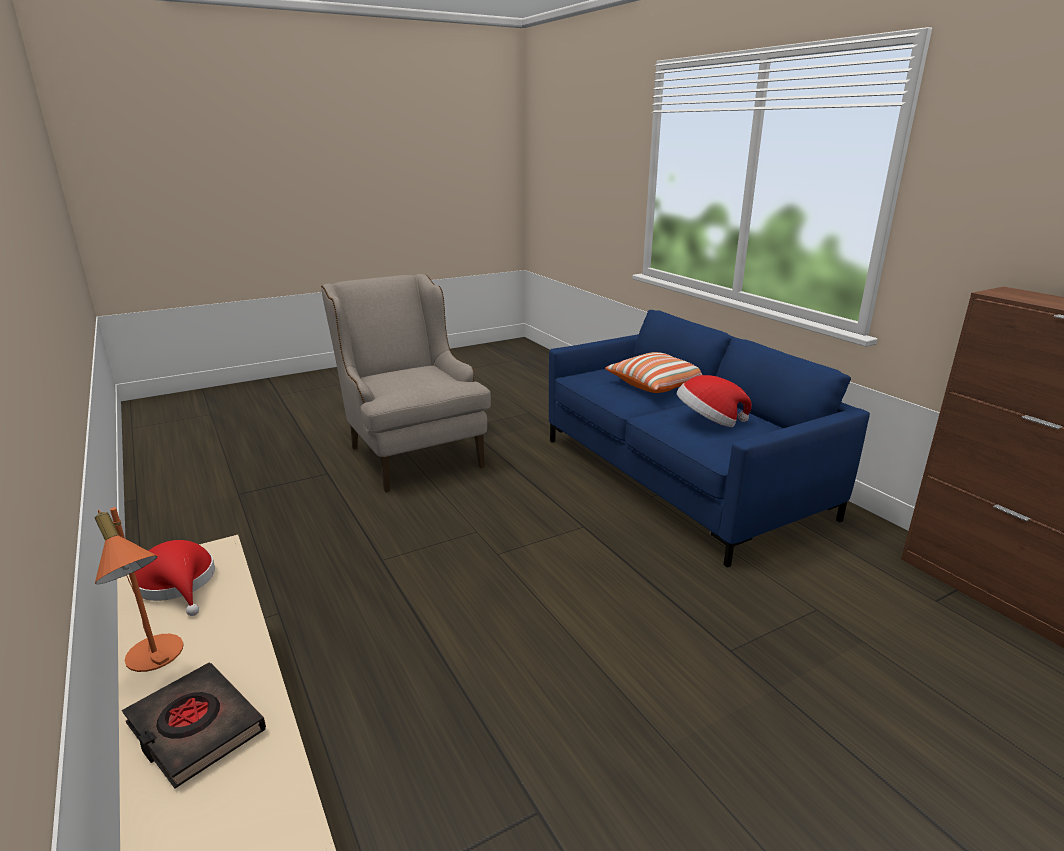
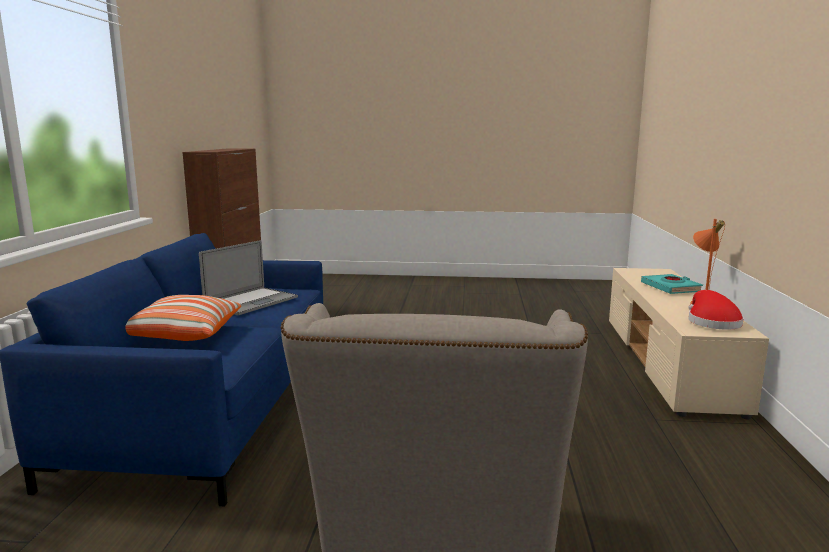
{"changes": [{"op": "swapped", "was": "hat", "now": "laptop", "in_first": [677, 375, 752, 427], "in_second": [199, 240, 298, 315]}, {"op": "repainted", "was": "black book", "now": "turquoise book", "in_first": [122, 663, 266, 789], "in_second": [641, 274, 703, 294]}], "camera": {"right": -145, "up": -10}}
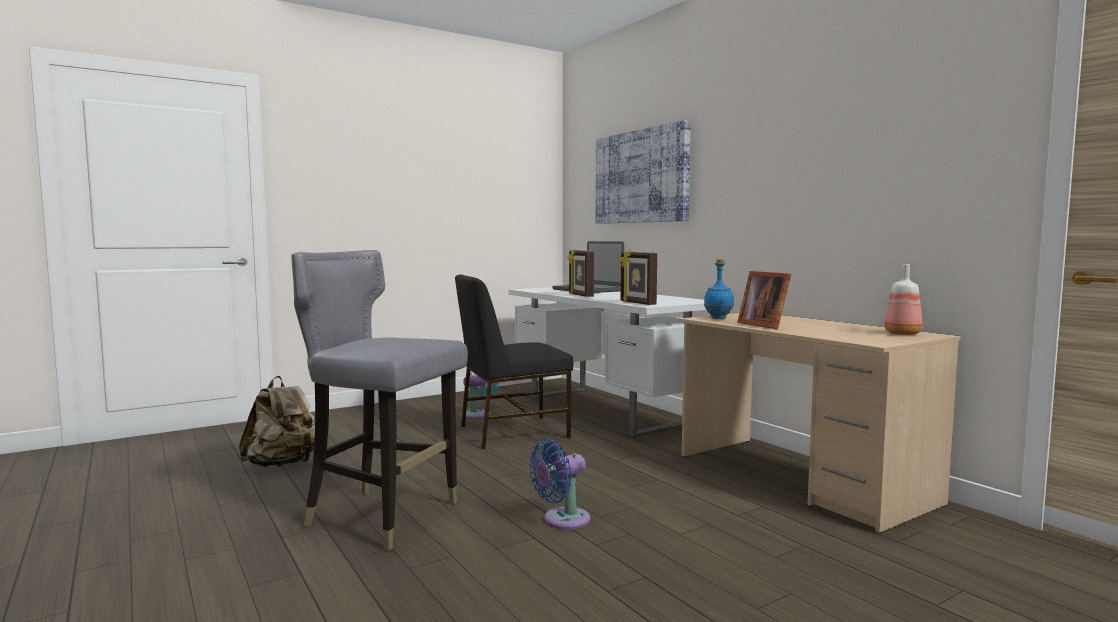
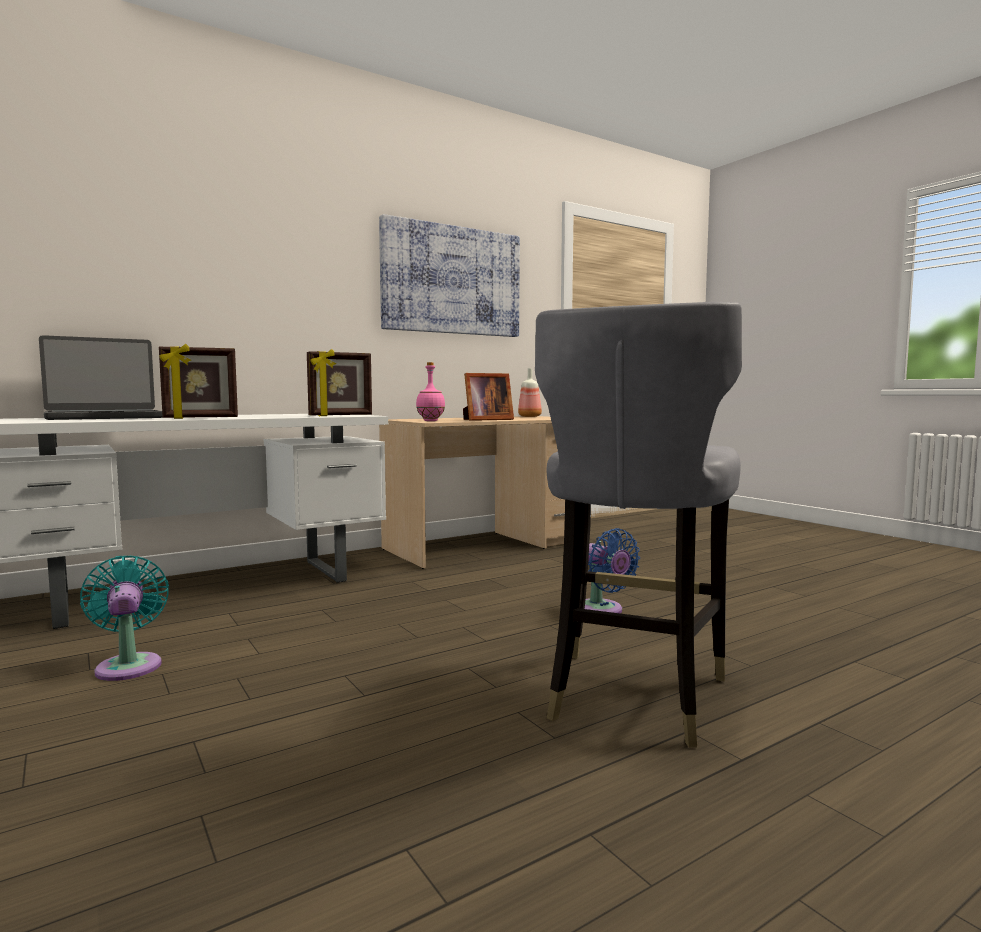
{"changes": [{"op": "gone", "was": "beige backpack", "in_first": [239, 376, 315, 467]}, {"op": "gone", "was": "black chair", "in_first": [455, 275, 573, 449]}, {"op": "shifted", "was": "picture", "in_first": [595, 120, 691, 224], "in_second": [379, 214, 520, 337]}, {"op": "repainted", "was": "blue bottle", "now": "pink bottle", "in_first": [704, 259, 734, 319], "in_second": [416, 362, 445, 421]}], "camera": {"right": -90, "up": 0}}
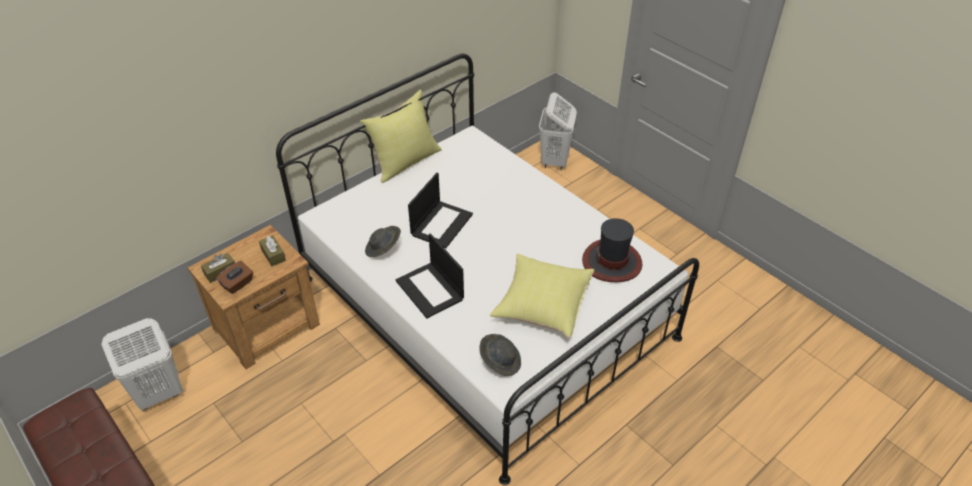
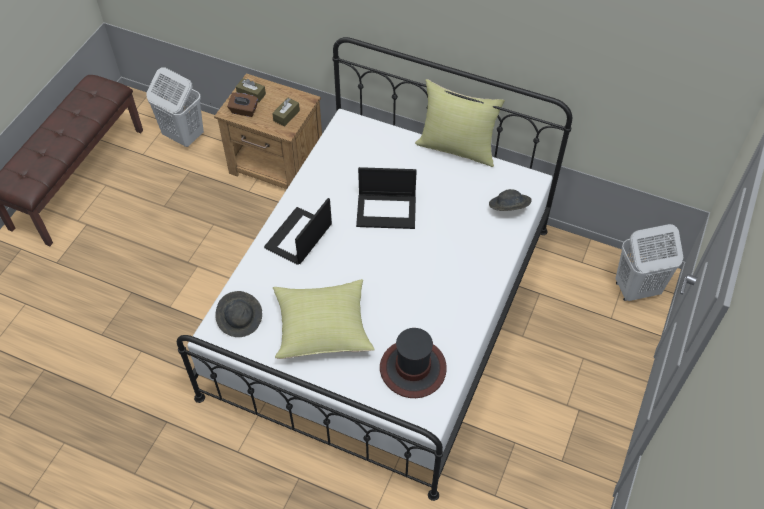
{"changes": [{"op": "shifted", "was": "grey hat", "in_first": [365, 226, 401, 257], "in_second": [489, 189, 532, 211]}], "camera": {"right": 65, "up": 10}}
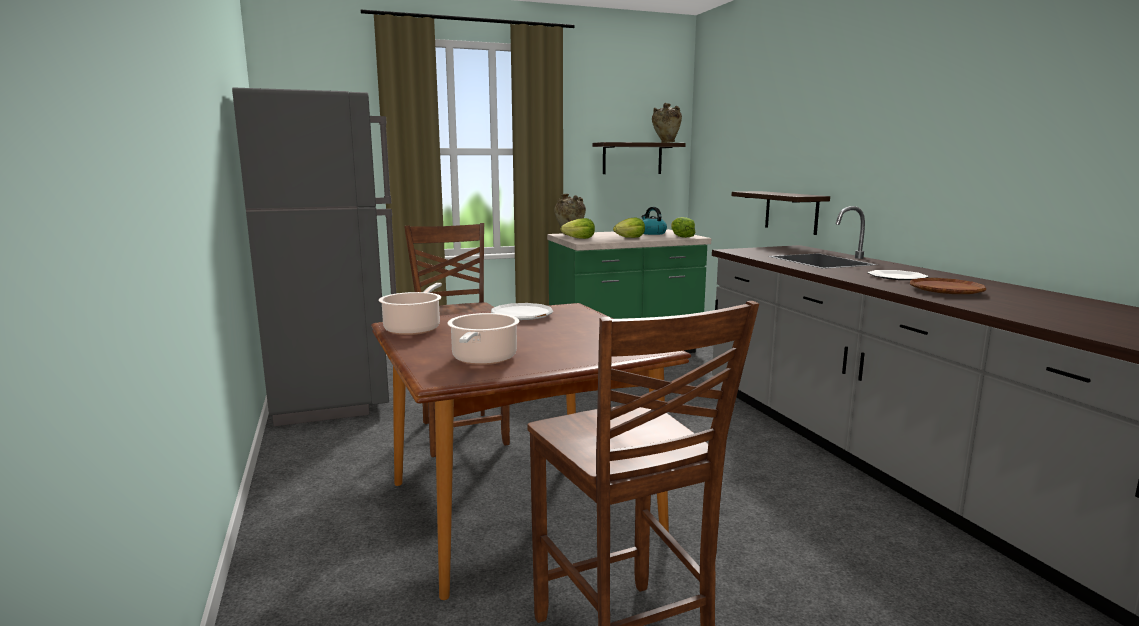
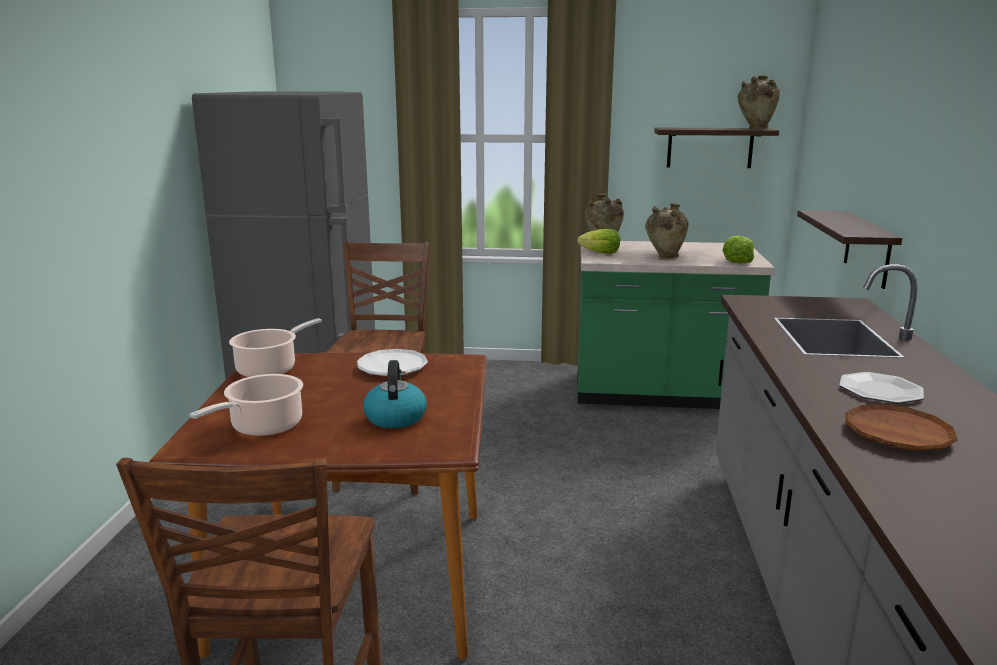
{"changes": [{"op": "shifted", "was": "kettle", "in_first": [641, 207, 667, 235], "in_second": [363, 360, 427, 428]}, {"op": "swapped", "was": "lettuce", "now": "beige vase", "in_first": [613, 218, 645, 238], "in_second": [645, 203, 689, 259]}], "camera": {"right": 25, "up": 5}}
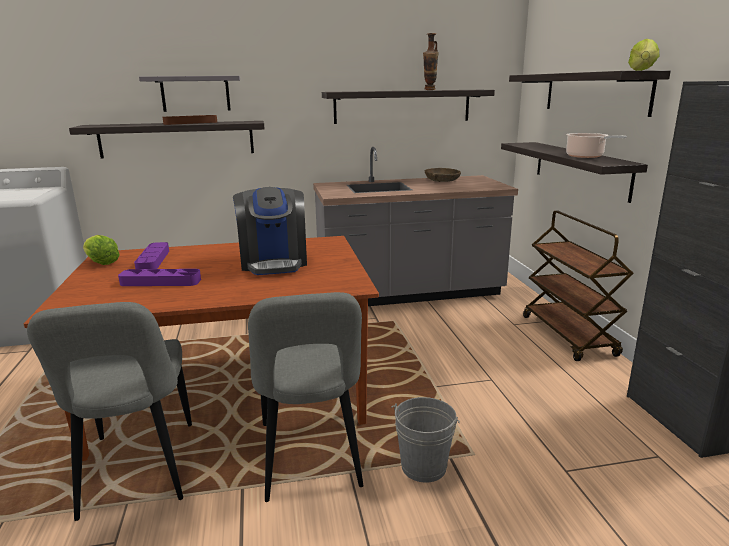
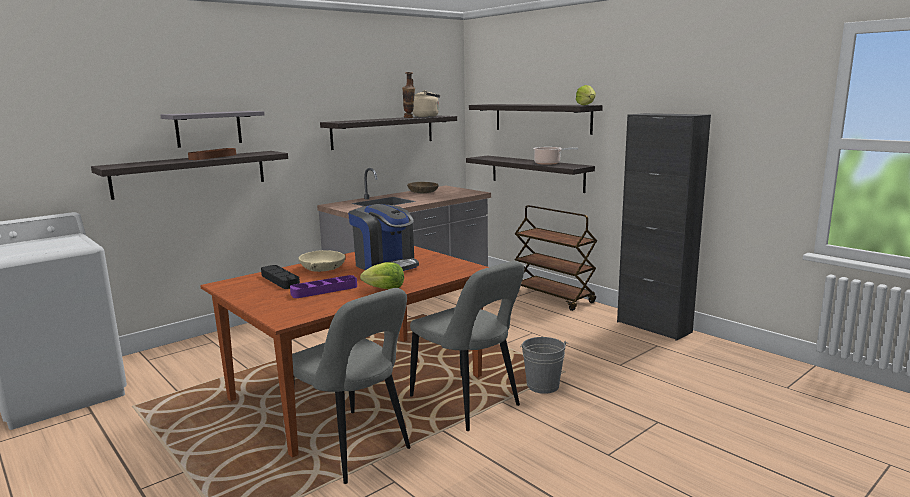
{"changes": [{"op": "new", "now": "beige bowl", "in_second": [298, 250, 345, 272]}, {"op": "new", "now": "beige kettle", "in_second": [412, 90, 440, 117]}, {"op": "shifted", "was": "lettuce", "in_first": [83, 235, 120, 265], "in_second": [360, 262, 404, 289]}, {"op": "repainted", "was": "purple tray", "now": "black tray", "in_first": [134, 242, 169, 269], "in_second": [261, 265, 300, 289]}], "camera": {"right": -30, "up": -5}}
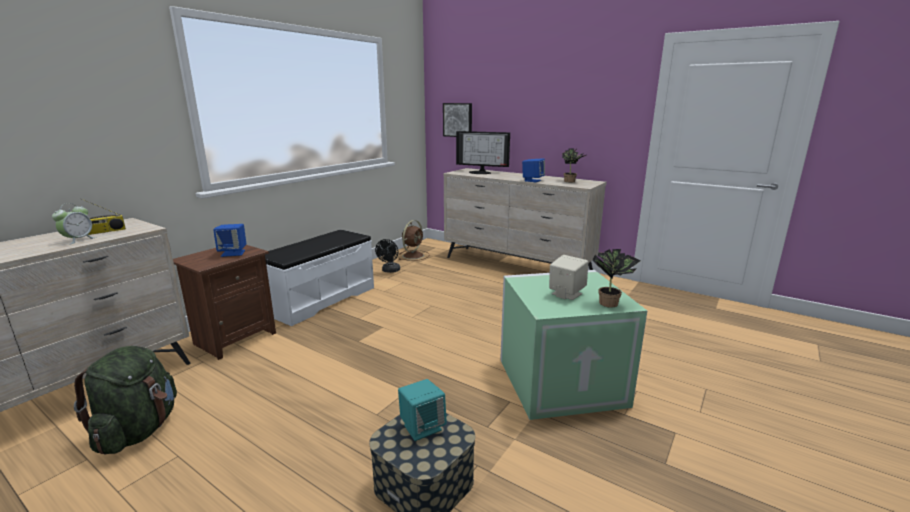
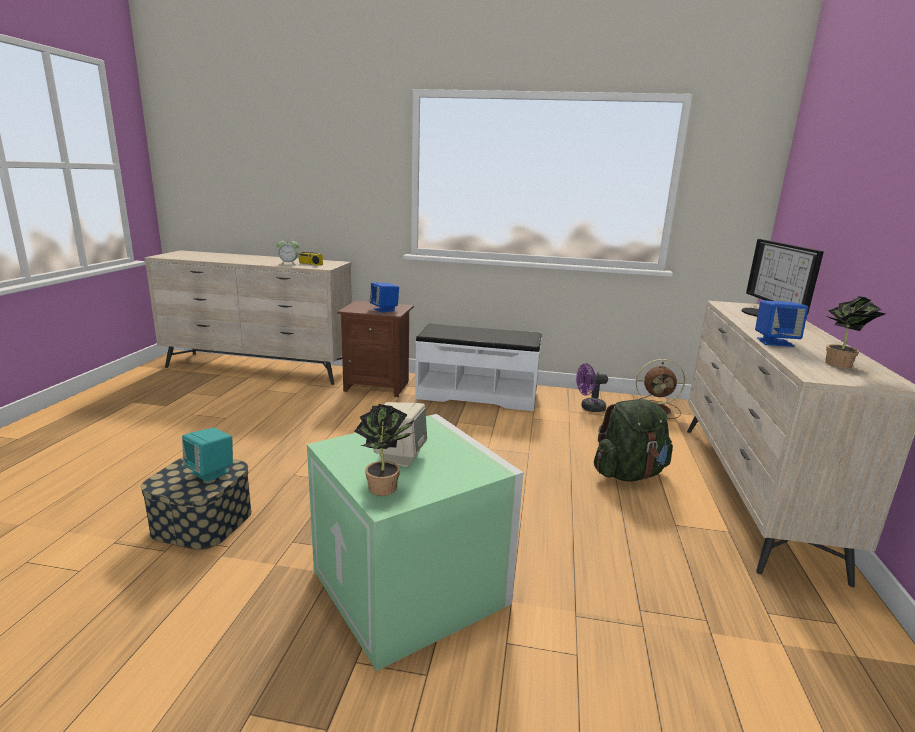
{"changes": [{"op": "gone", "was": "picture", "in_first": [443, 103, 472, 137]}, {"op": "shifted", "was": "green backpack", "in_first": [74, 346, 177, 455], "in_second": [594, 399, 673, 481]}, {"op": "repainted", "was": "black fan", "now": "purple fan", "in_first": [375, 239, 400, 273], "in_second": [576, 363, 608, 412]}], "camera": {"right": 65, "up": 0}}
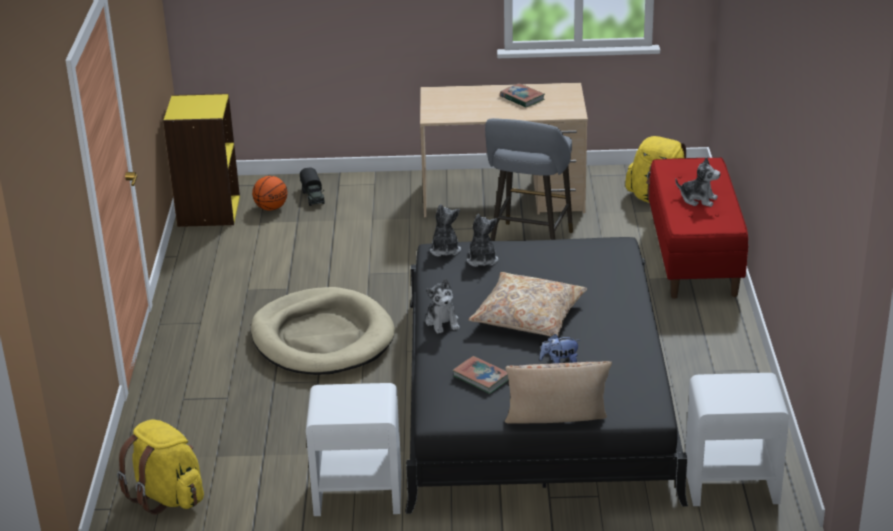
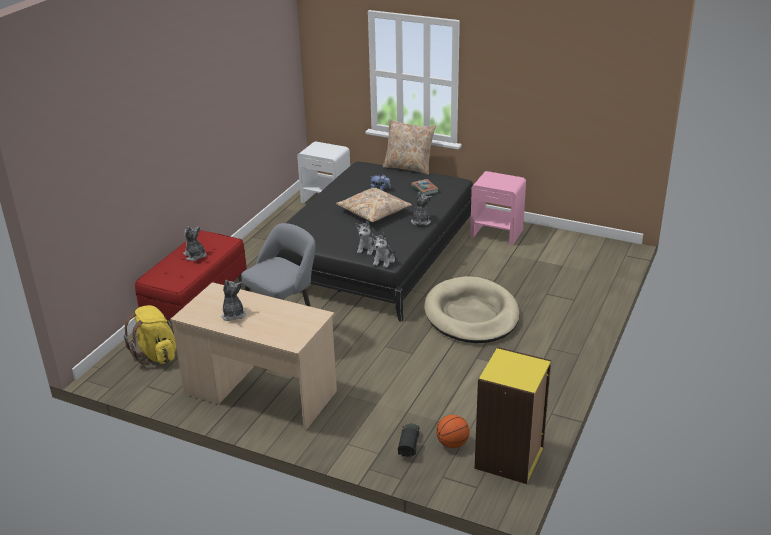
{"changes": [{"op": "gone", "was": "yellow backpack", "in_first": [117, 419, 204, 515]}, {"op": "swapped", "was": "book", "now": "plush toy", "in_first": [500, 83, 545, 107], "in_second": [221, 280, 246, 321]}, {"op": "repainted", "was": "white nightstand", "now": "pink nightstand", "in_first": [306, 383, 402, 516], "in_second": [470, 171, 526, 246]}], "camera": {"right": -155, "up": 0}}
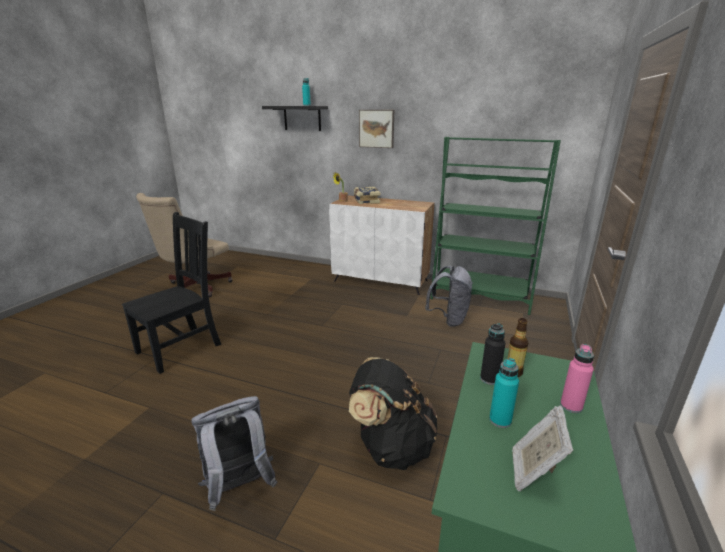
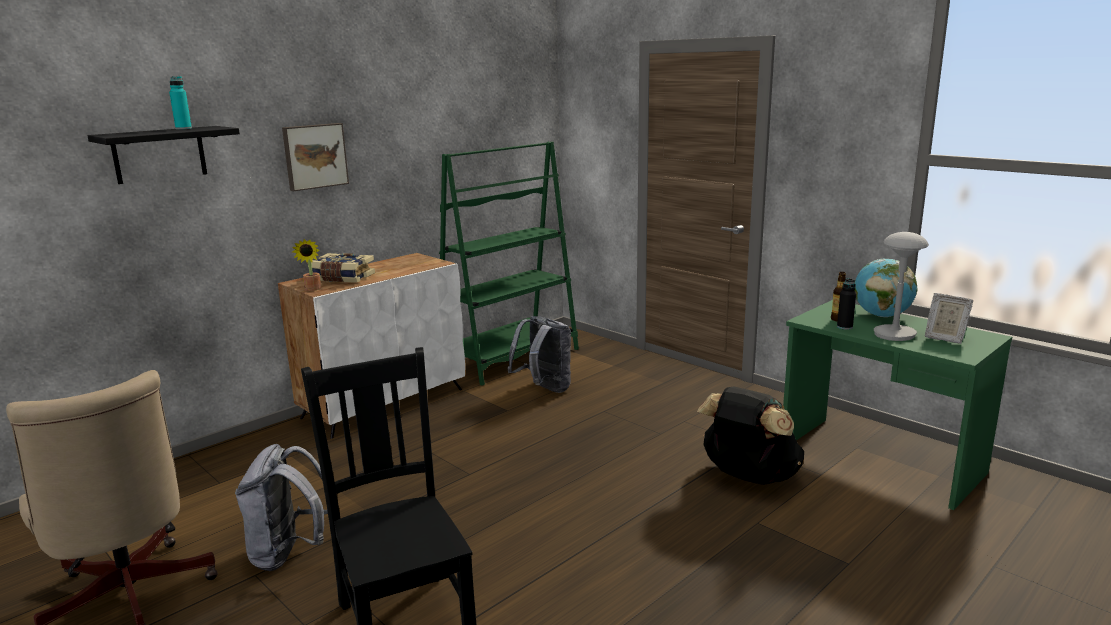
{"changes": [{"op": "shifted", "was": "grey backpack", "in_first": [191, 396, 278, 511], "in_second": [235, 444, 328, 571]}, {"op": "swapped", "was": "turquoise bottle", "now": "grey table lamp", "in_first": [489, 358, 519, 428], "in_second": [874, 232, 929, 341]}, {"op": "swapped", "was": "pink bottle", "now": "globe", "in_first": [560, 344, 594, 413], "in_second": [854, 259, 918, 317]}], "camera": {"right": -65, "up": -5}}
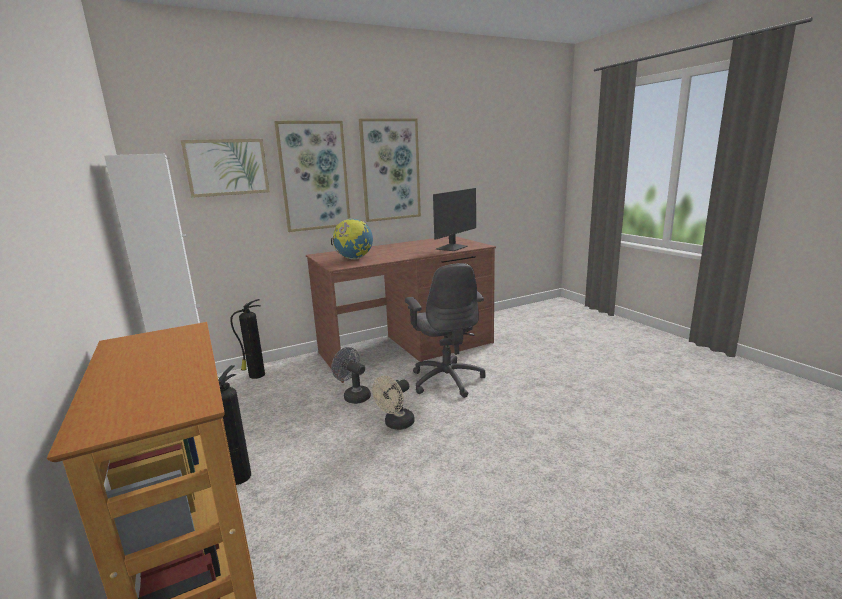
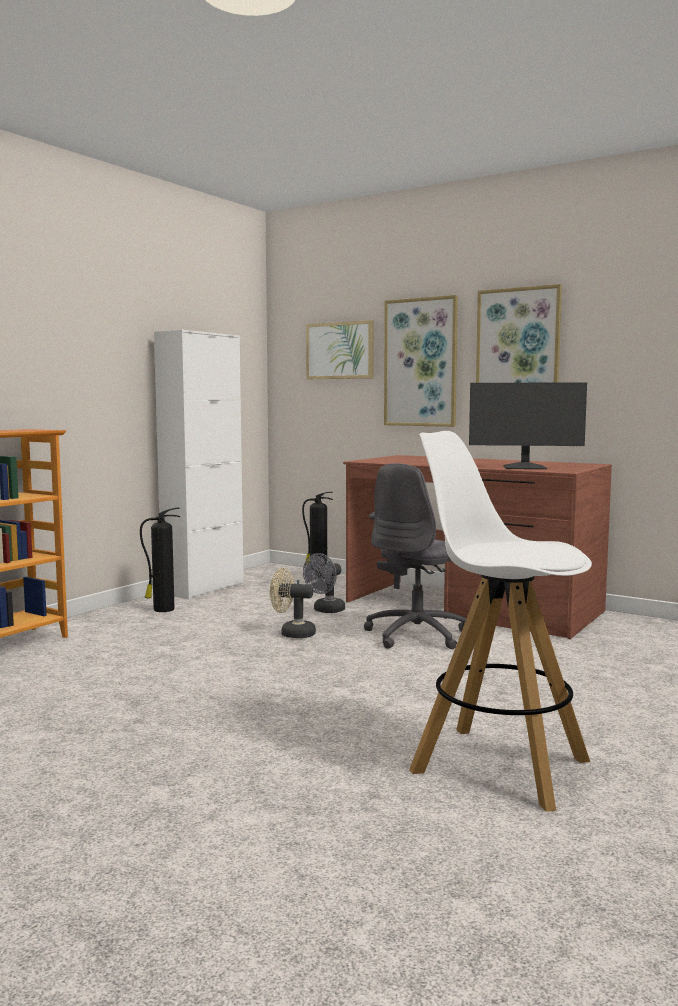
{"changes": [{"op": "gone", "was": "globe", "in_first": [331, 219, 373, 260]}, {"op": "new", "now": "white stool", "in_second": [409, 431, 592, 812]}, {"op": "rotated", "was": "grey fan", "in_first": [331, 347, 371, 404], "in_second": [303, 553, 345, 613], "clockwise": -150}], "camera": {"right": 60, "up": -10}}
